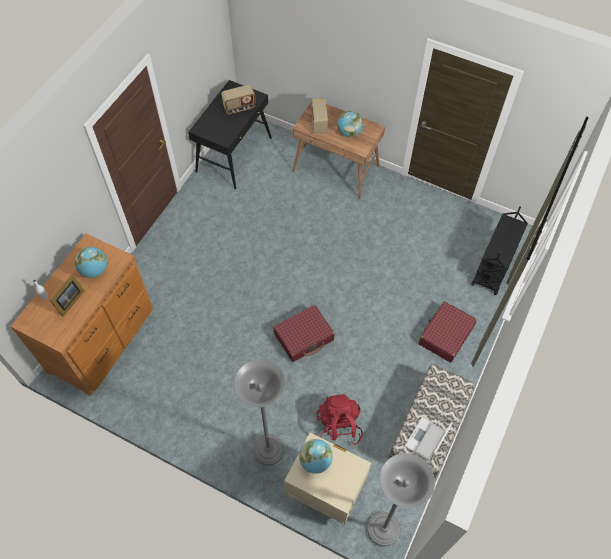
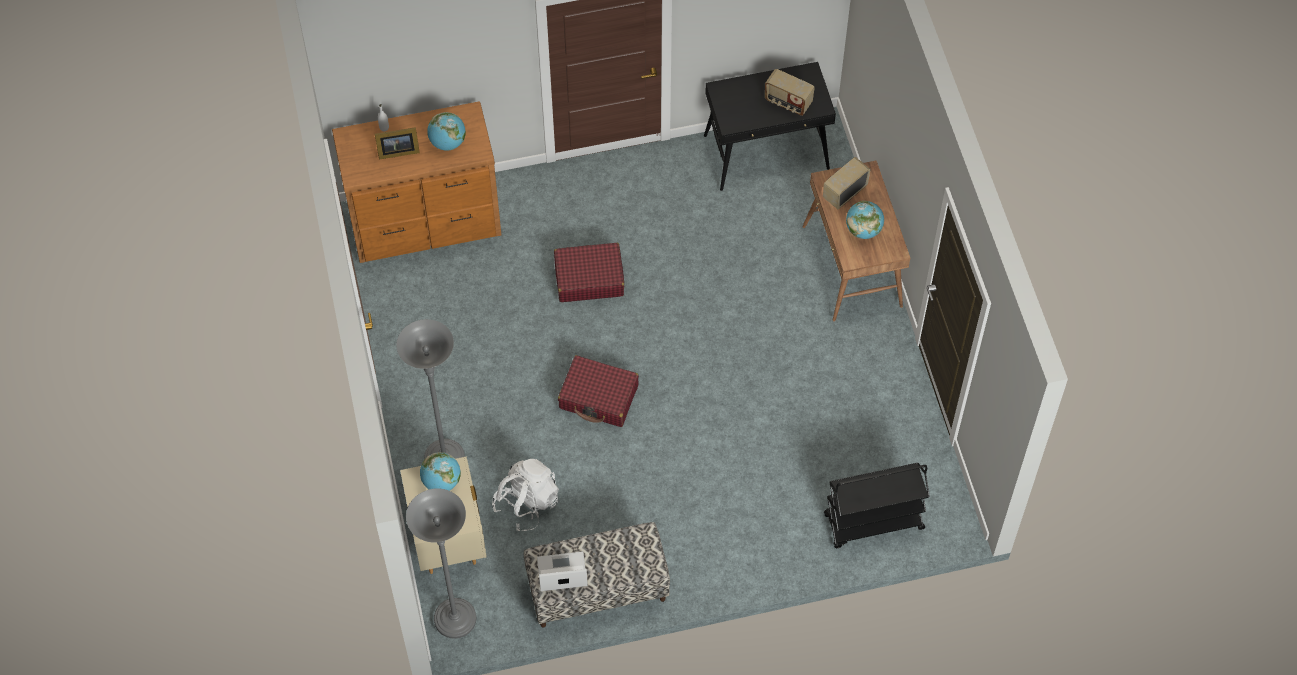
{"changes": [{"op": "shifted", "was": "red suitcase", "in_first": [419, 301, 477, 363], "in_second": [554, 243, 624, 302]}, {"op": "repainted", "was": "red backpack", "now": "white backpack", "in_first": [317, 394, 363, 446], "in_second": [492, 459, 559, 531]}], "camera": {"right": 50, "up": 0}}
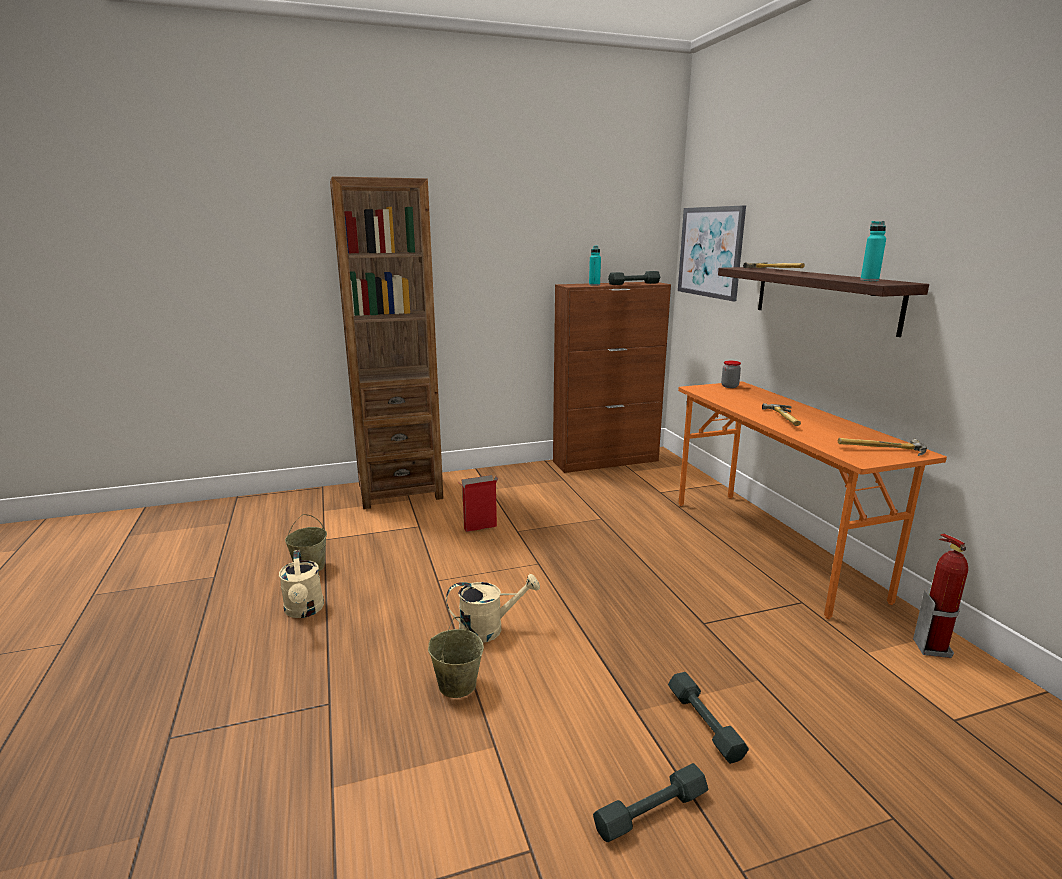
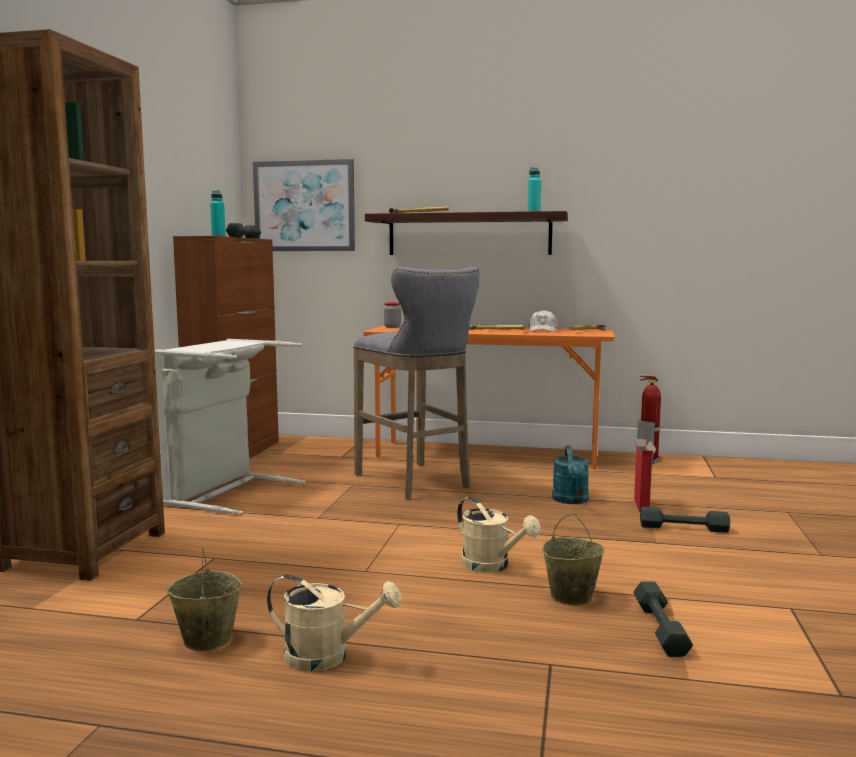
{"changes": [{"op": "new", "now": "grey laundry basket", "in_second": [155, 339, 305, 515]}, {"op": "new", "now": "grey stool", "in_second": [353, 267, 480, 499]}, {"op": "new", "now": "white cap", "in_second": [529, 310, 557, 332]}, {"op": "new", "now": "turquoise watering can", "in_second": [552, 446, 589, 504]}, {"op": "shifted", "was": "cardboard box", "in_first": [460, 475, 498, 532], "in_second": [634, 439, 656, 512]}, {"op": "shifted", "was": "grey dumbbell", "in_first": [593, 763, 708, 842], "in_second": [633, 581, 693, 657]}, {"op": "rotated", "was": "beige watering can", "in_first": [446, 574, 540, 643], "in_second": [457, 497, 541, 573], "clockwise": 120}], "camera": {"right": -60, "up": -10}}
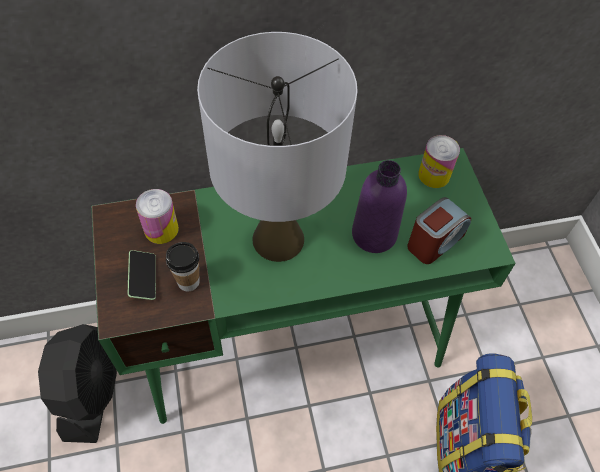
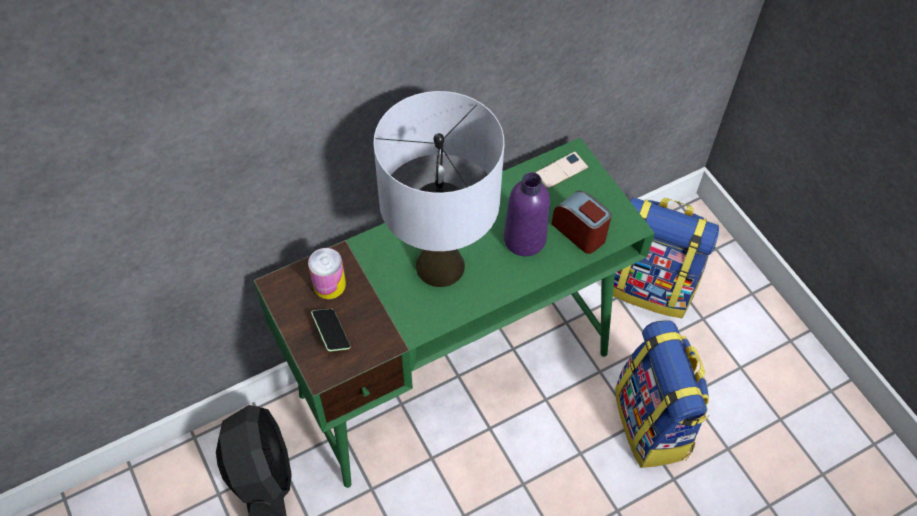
{"changes": [{"op": "gone", "was": "cup", "in_first": [166, 242, 200, 291]}, {"op": "new", "now": "backpack", "in_second": [613, 197, 719, 318]}, {"op": "swapped", "was": "can", "now": "phone", "in_first": [418, 135, 460, 188], "in_second": [535, 152, 588, 189]}, {"op": "rotated", "was": "alarm clock", "in_first": [407, 197, 471, 264], "in_second": [552, 191, 612, 254], "clockwise": -75}], "camera": {"right": -15, "up": 0}}
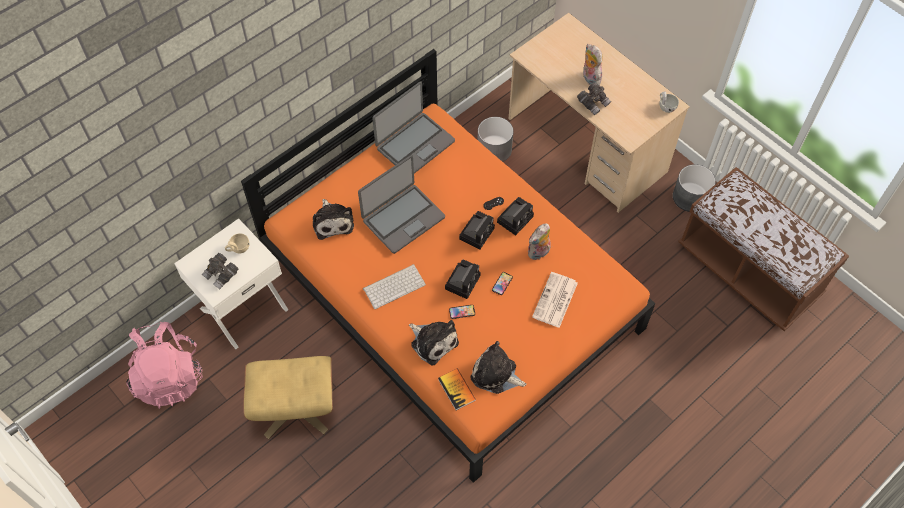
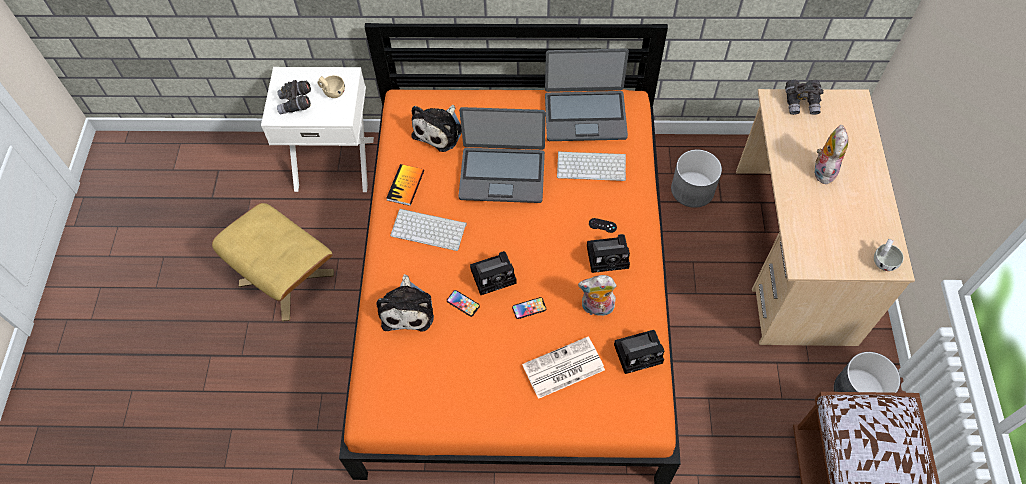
{"changes": [{"op": "gone", "was": "pink backpack", "in_first": [126, 322, 203, 409]}, {"op": "gone", "was": "plush toy", "in_first": [470, 341, 527, 394]}, {"op": "new", "now": "keyboard", "in_second": [557, 151, 626, 181]}, {"op": "shifted", "was": "book", "in_first": [438, 369, 476, 410], "in_second": [386, 164, 424, 206]}, {"op": "shifted", "was": "photo camera", "in_first": [459, 211, 495, 250], "in_second": [614, 330, 664, 374]}, {"op": "shifted", "was": "grey binoculars", "in_first": [577, 83, 611, 115], "in_second": [785, 80, 823, 115]}], "camera": {"right": 45, "up": 0}}
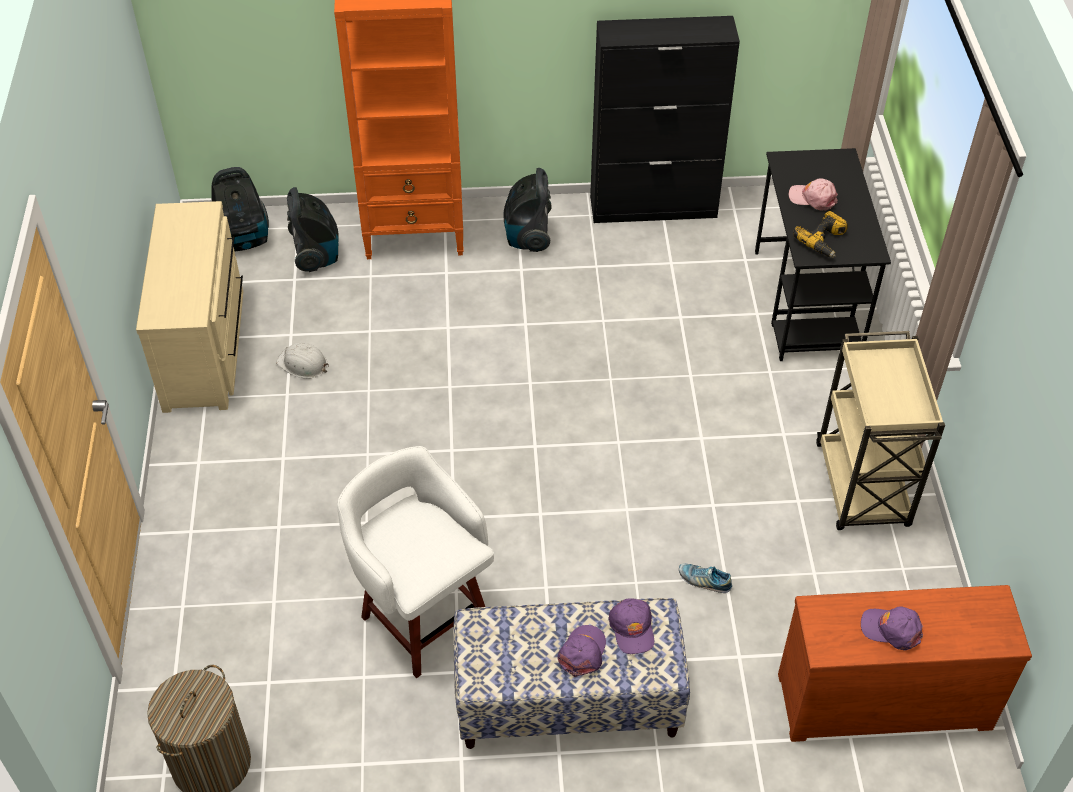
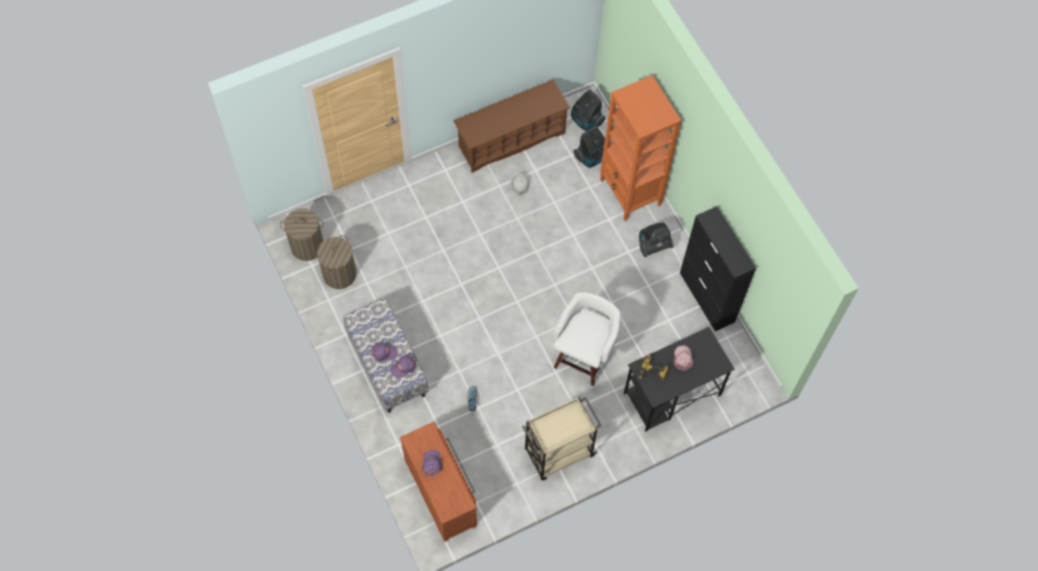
{"changes": [{"op": "new", "now": "laundry basket", "in_second": [317, 235, 356, 289]}, {"op": "shifted", "was": "white stool", "in_first": [337, 446, 494, 678], "in_second": [553, 292, 621, 386]}, {"op": "swapped", "was": "beige dresser", "now": "brown shoe rack", "in_first": [136, 201, 243, 413], "in_second": [453, 80, 570, 173]}], "camera": {"right": 65, "up": 15}}
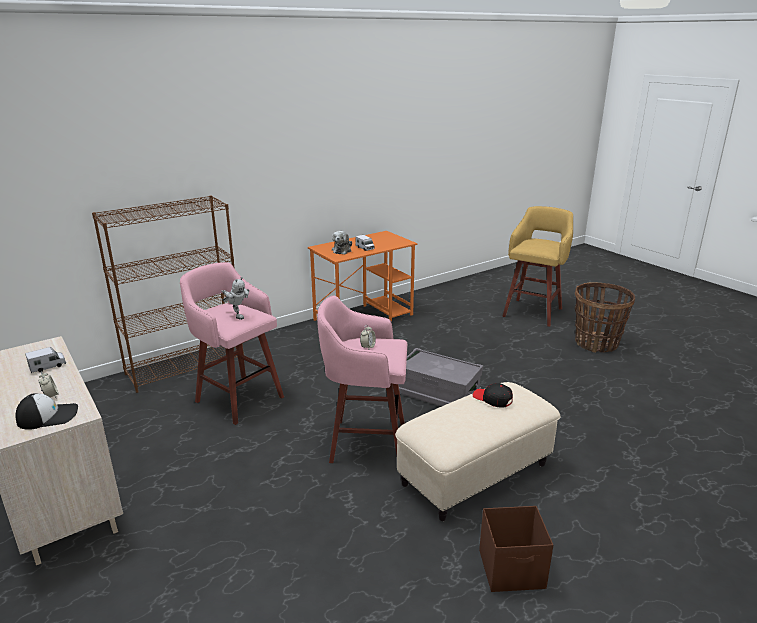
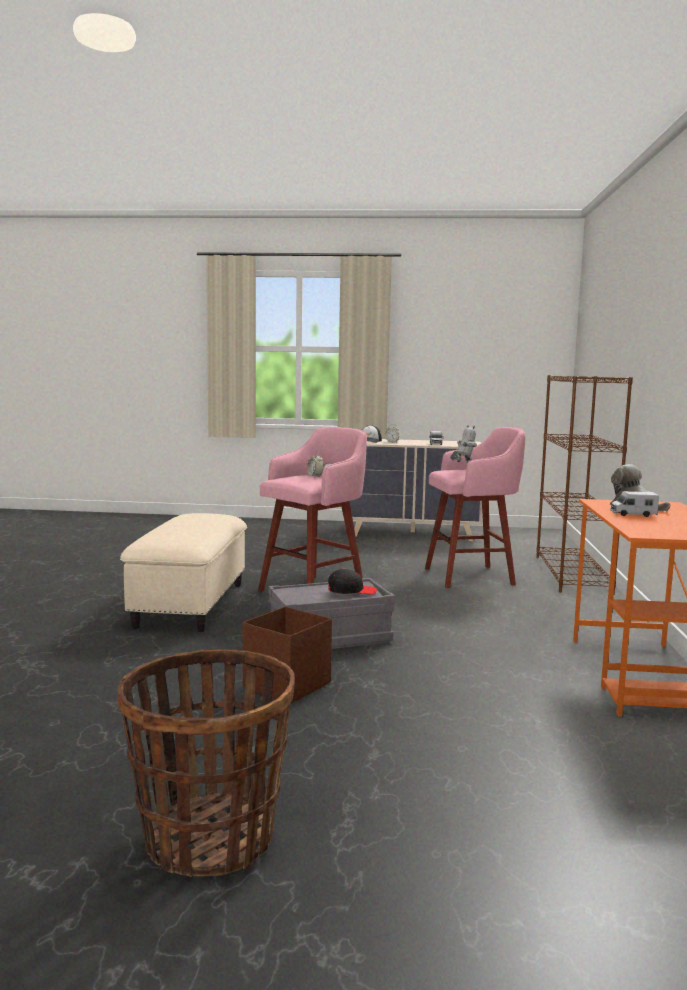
{"changes": [{"op": "gone", "was": "yellow stool", "in_first": [502, 206, 573, 327]}, {"op": "shifted", "was": "black cap", "in_first": [473, 383, 513, 408], "in_second": [328, 569, 377, 594]}, {"op": "shifted", "was": "brown storage box", "in_first": [479, 506, 553, 592], "in_second": [243, 607, 332, 703]}, {"op": "rotated", "was": "toy robot", "in_first": [221, 277, 249, 320], "in_second": [450, 425, 477, 464], "clockwise": 150}], "camera": {"right": 130, "up": -15}}
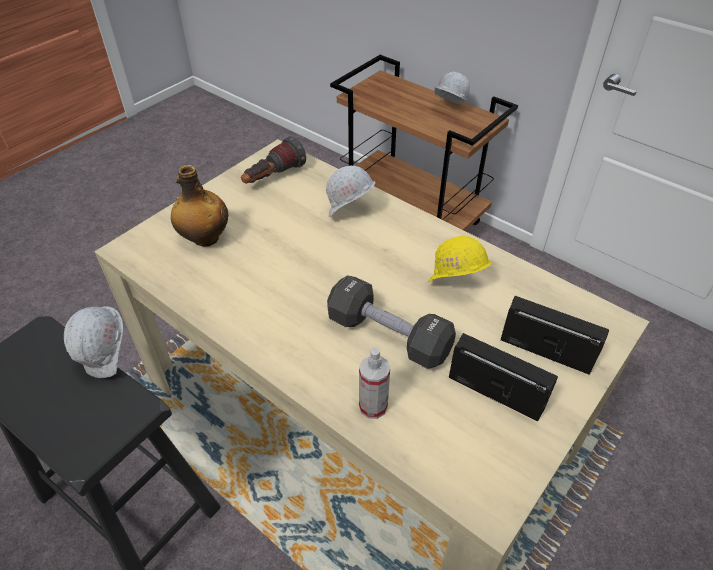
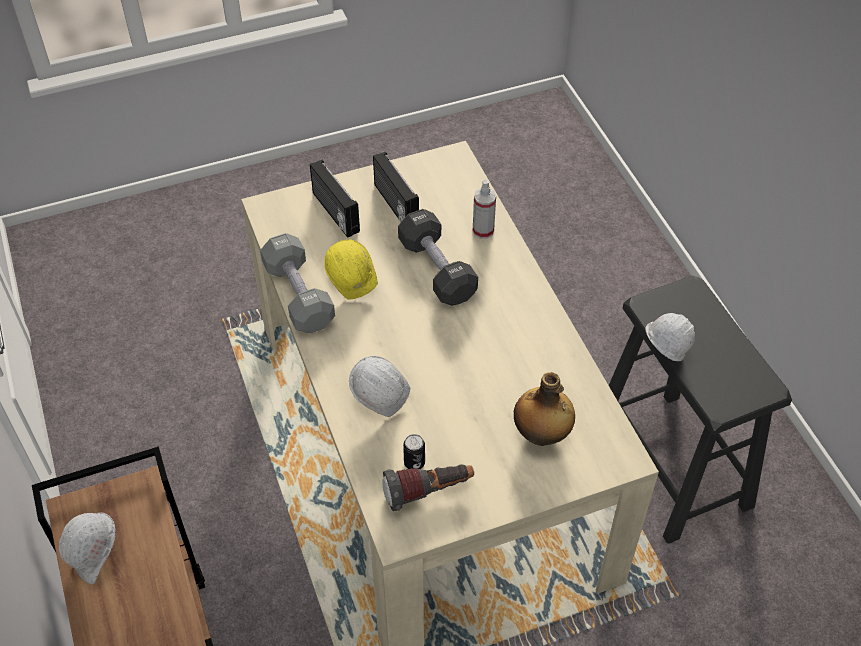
{"changes": [{"op": "new", "now": "grey dumbbell", "in_second": [260, 233, 335, 333]}, {"op": "new", "now": "can", "in_second": [403, 434, 425, 469]}], "camera": {"right": -150, "up": 5}}
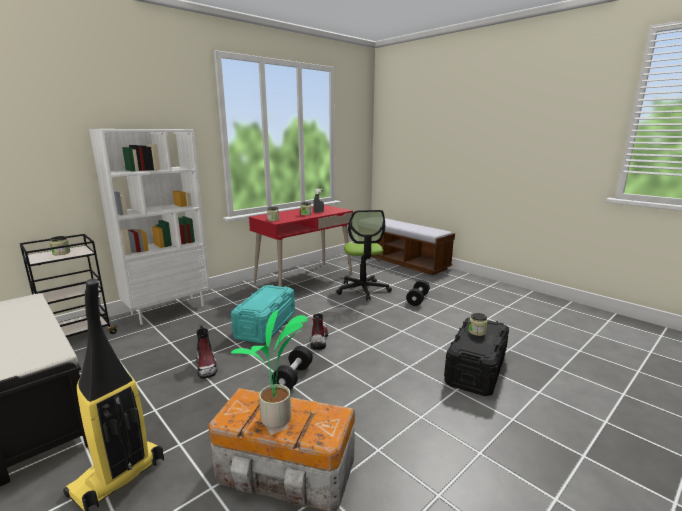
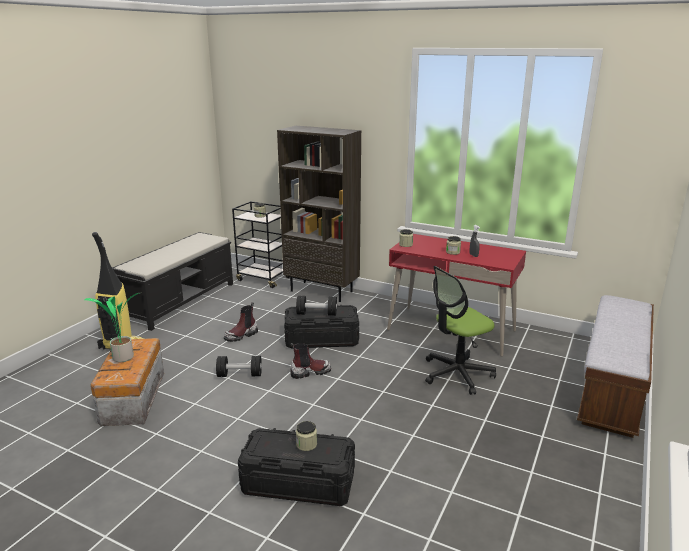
{"changes": [{"op": "shifted", "was": "black dumbbell", "in_first": [406, 280, 430, 306], "in_second": [296, 296, 337, 316]}, {"op": "repainted", "was": "white bookcase", "now": "brown bookcase", "in_first": [89, 129, 210, 325], "in_second": [277, 126, 361, 302]}, {"op": "repainted", "was": "turquoise storage box", "now": "black storage box", "in_first": [231, 285, 295, 344], "in_second": [284, 305, 359, 348]}], "camera": {"right": 70, "up": 5}}
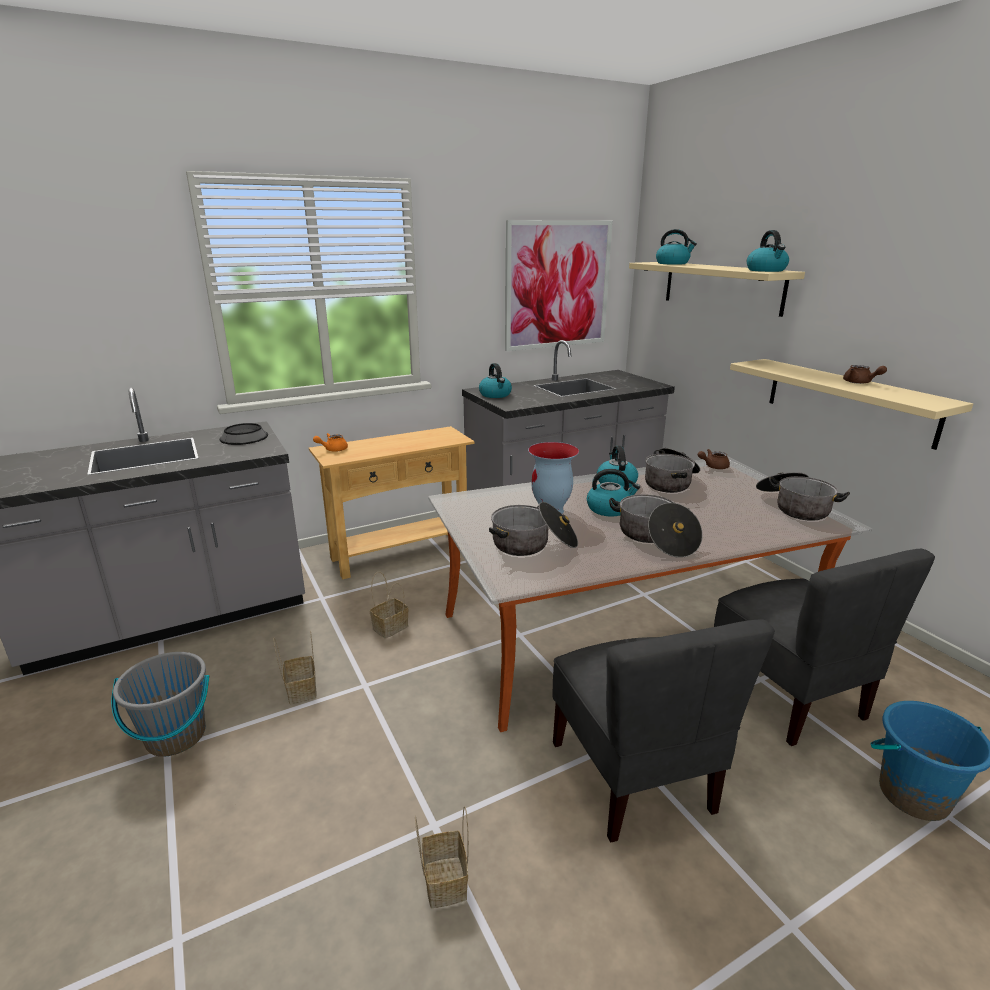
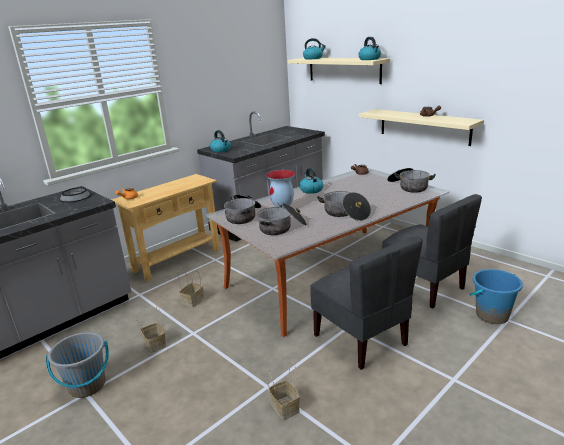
{"changes": [{"op": "gone", "was": "picture", "in_first": [505, 220, 612, 351]}, {"op": "gone", "was": "kettle", "in_first": [587, 469, 640, 517]}, {"op": "shifted", "was": "cooking pot", "in_first": [645, 448, 700, 493], "in_second": [224, 195, 261, 224]}], "camera": {"right": -15, "up": 0}}
